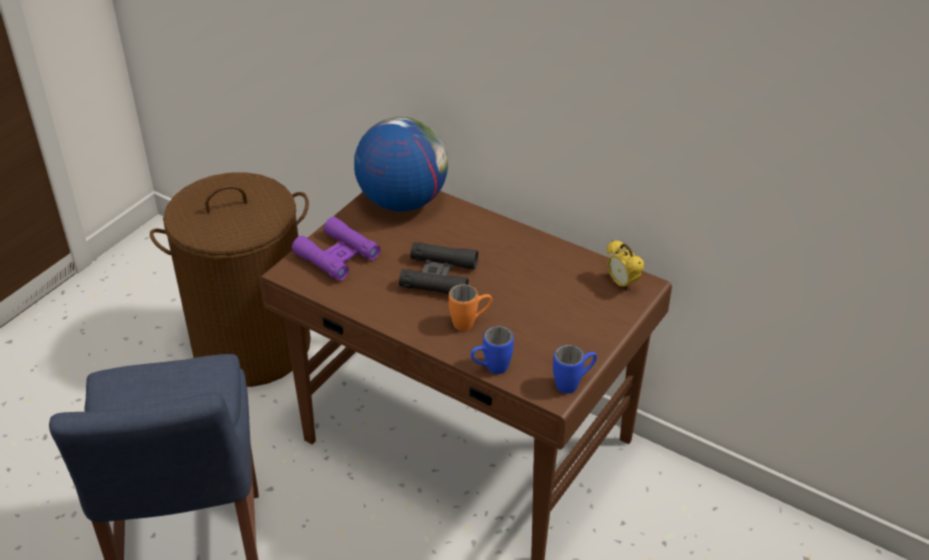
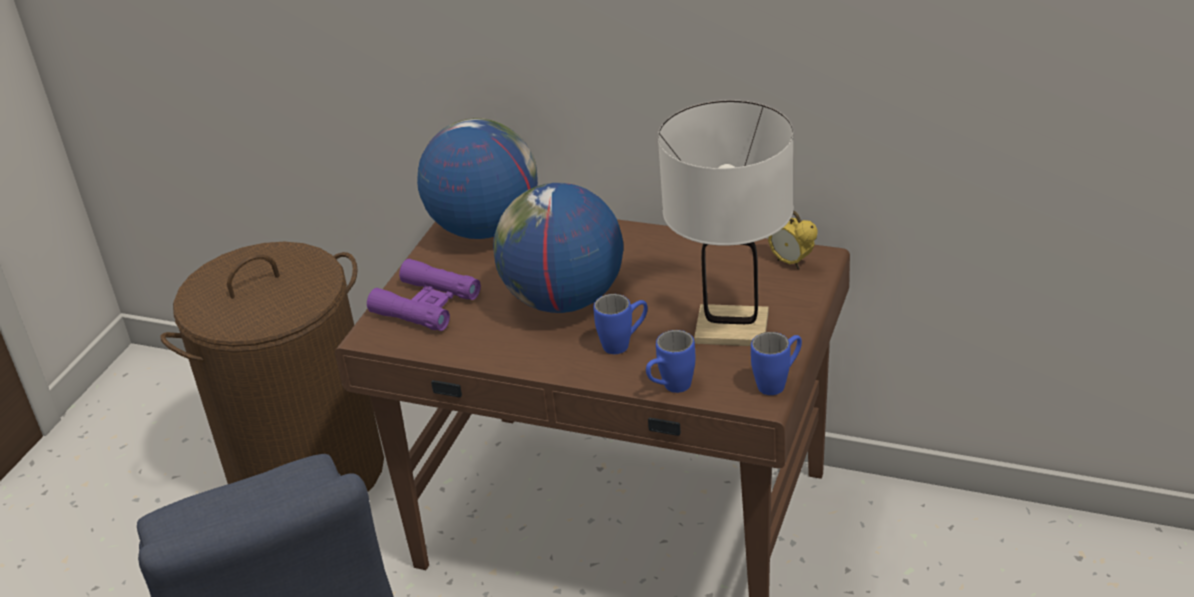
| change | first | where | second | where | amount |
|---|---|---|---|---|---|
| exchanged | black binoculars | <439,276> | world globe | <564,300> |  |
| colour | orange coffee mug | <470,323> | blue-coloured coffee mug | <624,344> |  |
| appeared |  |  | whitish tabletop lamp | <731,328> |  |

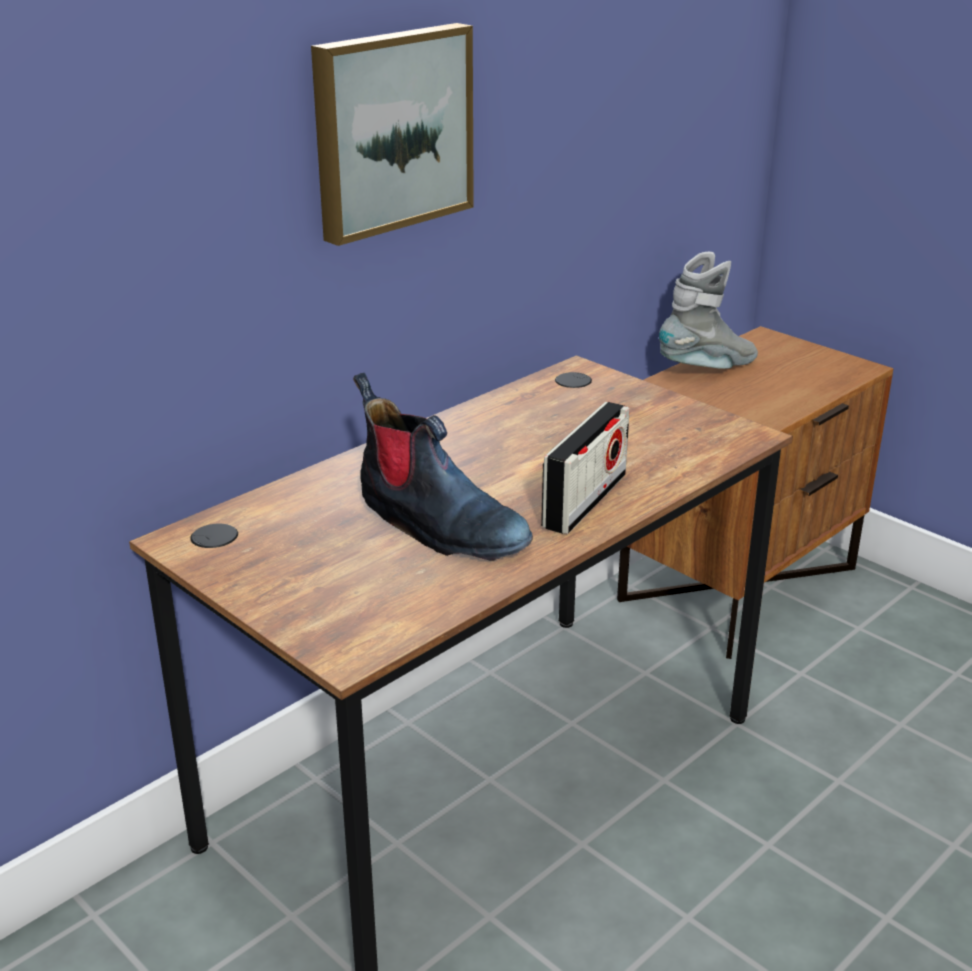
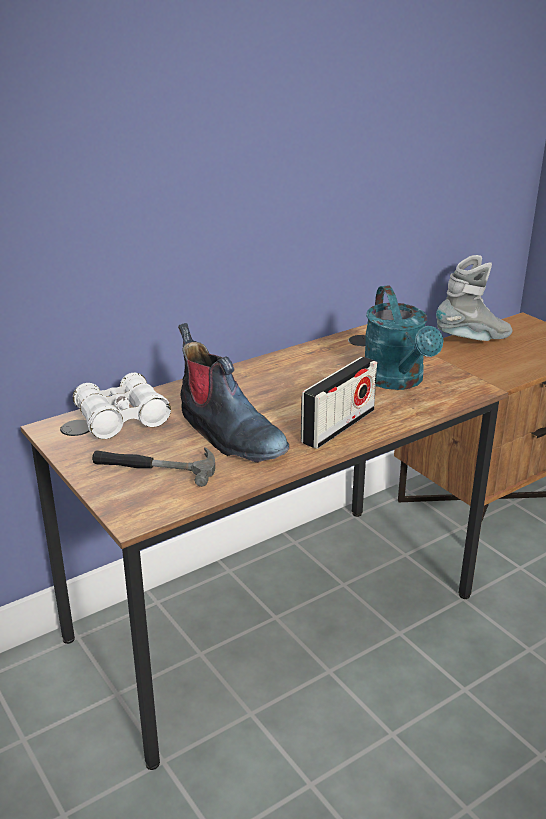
| change | first | where | second | where | amount |
|---|---|---|---|---|---|
| missing | wall art | <390,130> |  |  |  |
| appeared |  |  | turquoise watering can | <397,381> |  |
| appeared |  |  | whitish binoculars | <122,419> |  |
| appeared |  |  | hammer | <154,467> |  |

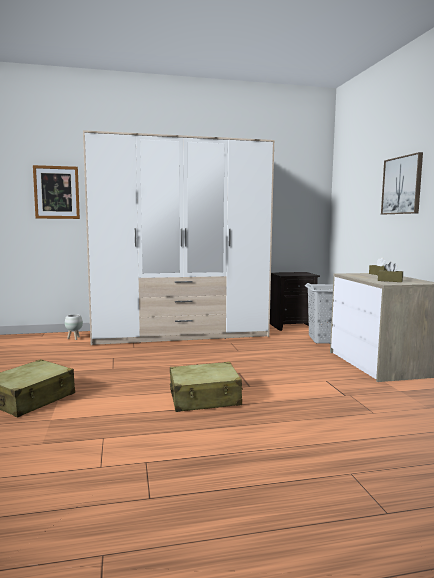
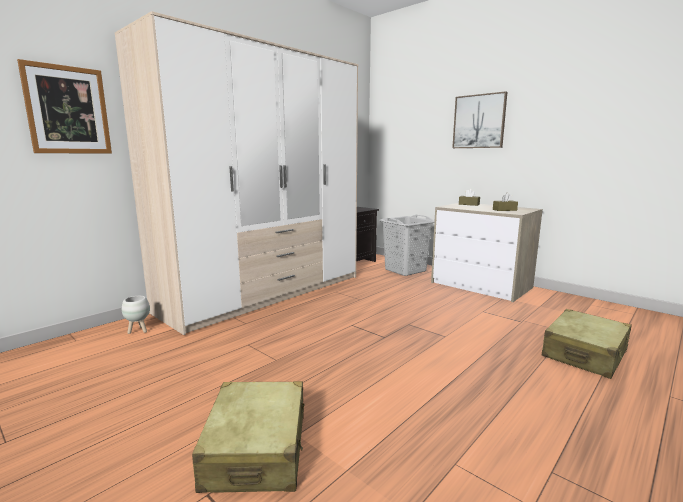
| change | first | where | second | where | amount |
|---|---|---|---|---|---|
| relocated | beige-coloured piece of luggage | <204,398> |  | <584,354> |  |

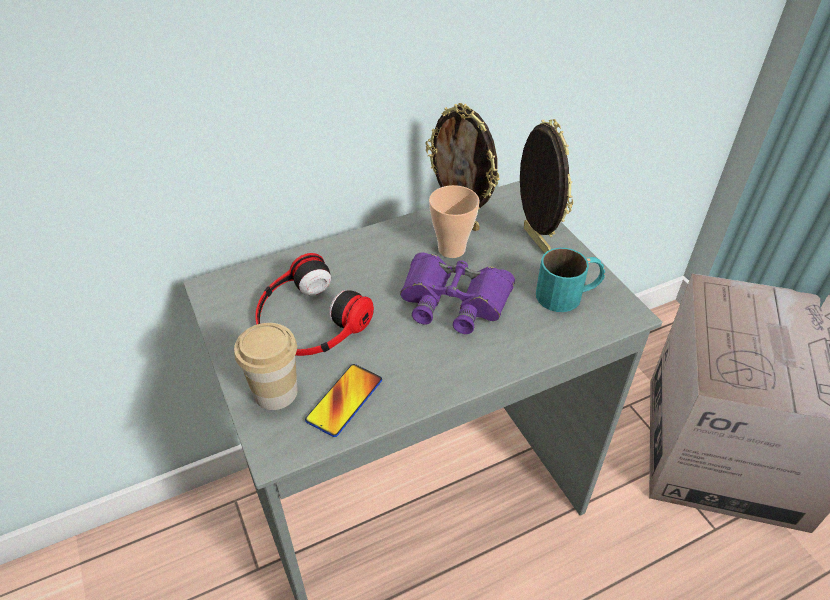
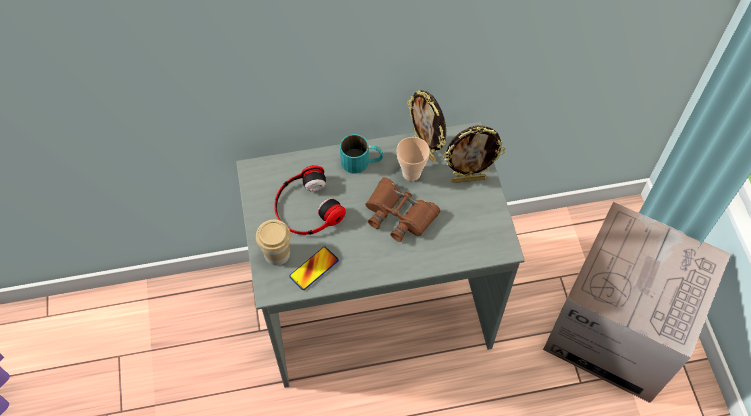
| change | first | where | second | where | amount |
|---|---|---|---|---|---|
| spun | picture frame | <534,241> |  | <468,179> | 90 degrees clockwise |
| relocated | turquoise coffee mug | <569,294> |  | <362,161> |  |
| colour | purple-coloured binoculars | <454,300> | brown binoculars | <399,214> |  |

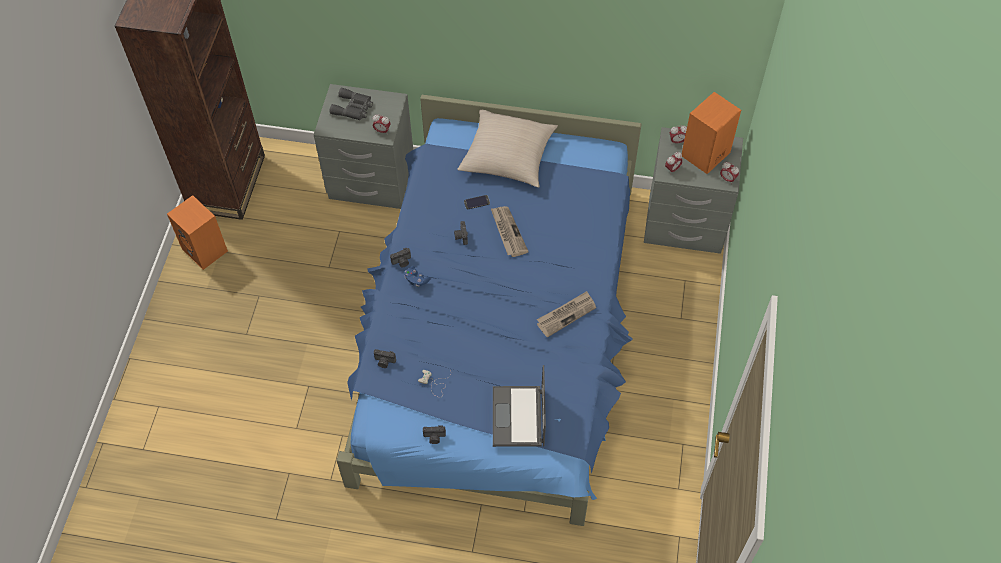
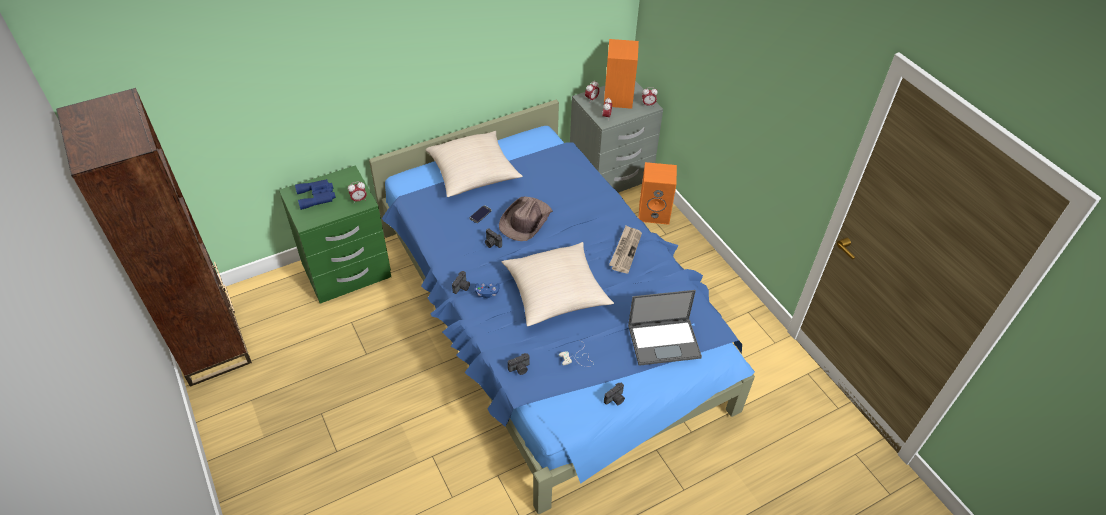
| change | first | where | second | where | amount |
|---|---|---|---|---|---|
| colour | gray night table | <371,182> | green-coloured night table | <347,271> |  |
| colour | gray binoculars | <353,108> | blue-coloured binoculars | <317,196> |  |
| relocated | orange speaker | <206,250> |  | <655,212> |  |
| exchanged | newspaper | <508,232> | brown clothing hat | <525,221> |  |
| spun | laptop | <518,417> |  | <665,341> | 60 degrees counterclockwise |
| appeared |  |  | beige-coloured throw pillow | <555,293> |  |

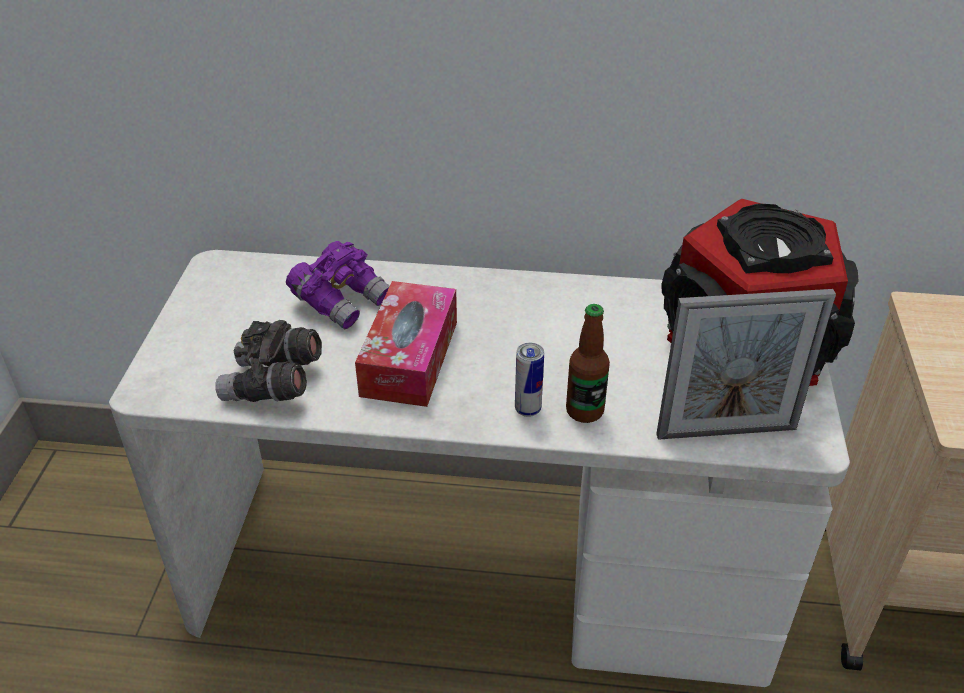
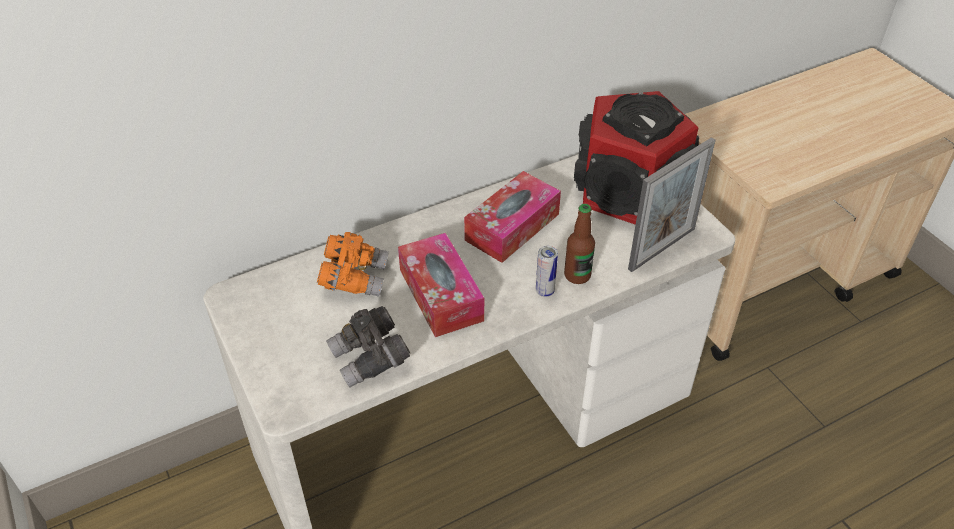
| change | first | where | second | where | amount |
|---|---|---|---|---|---|
| colour | purple-coloured binoculars | <342,301> | orange binoculars | <354,278> |  |
| appeared |  |  | tissue holder | <512,227> |  |

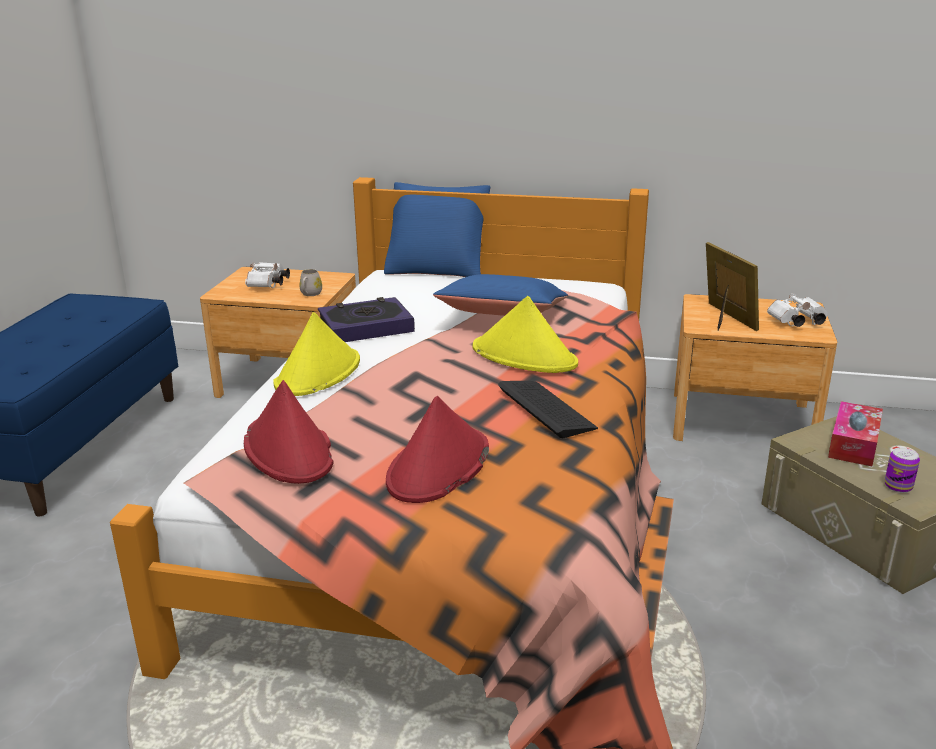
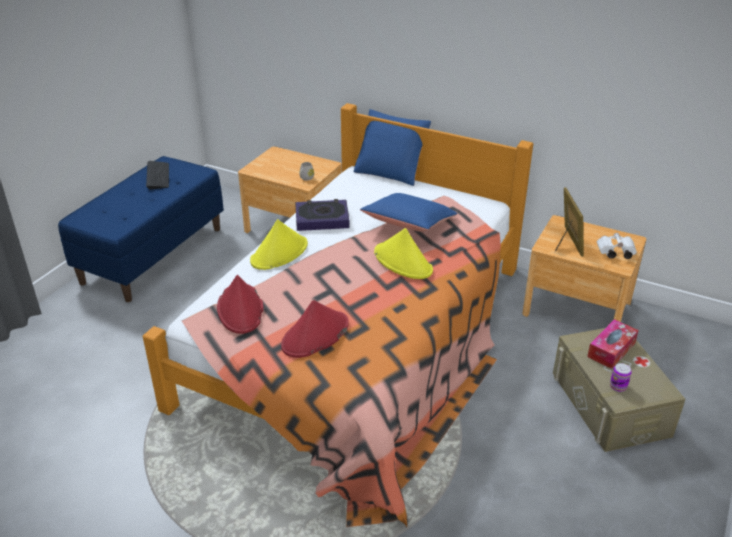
| change | first | where | second | where | amount |
|---|---|---|---|---|---|
| missing | whitish binoculars | <268,285> |  |  |  |
| relocated | keyboard | <546,409> |  | <158,176> |  |

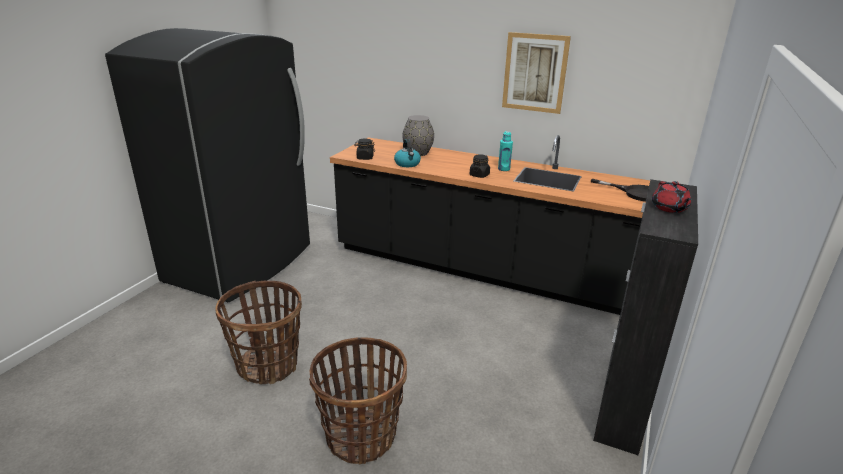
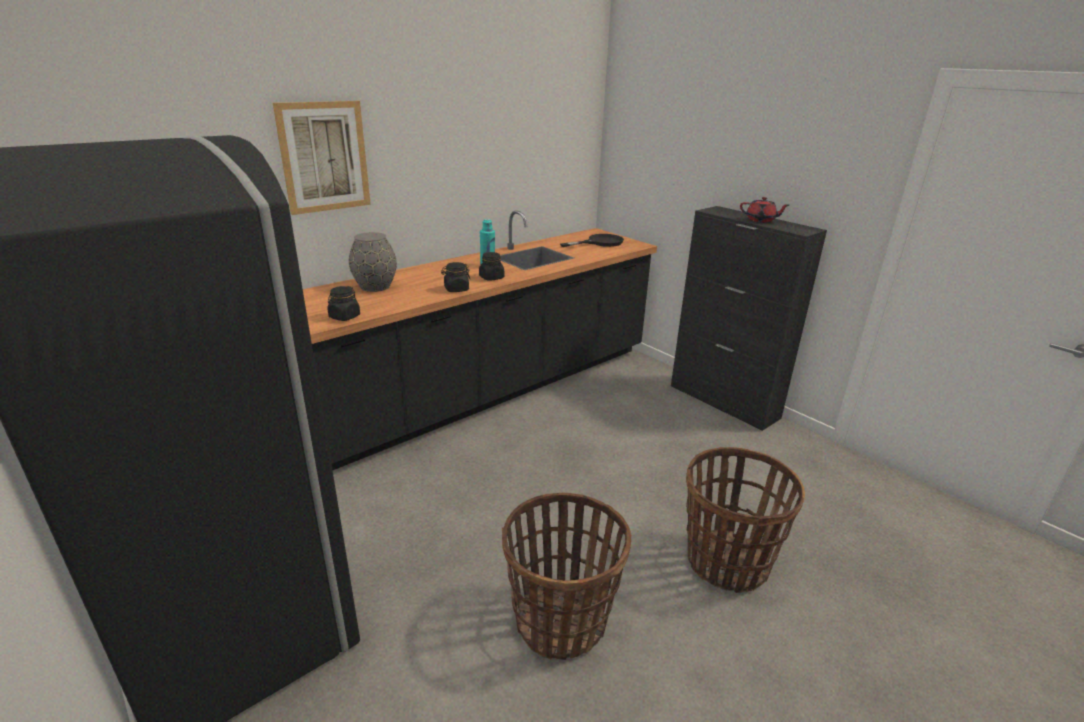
| change | first | where | second | where | amount |
|---|---|---|---|---|---|
| relocated | wall art | <535,73> |  | <324,157> |  |
| missing | kettle | <407,164> |  |  |  |
| appeared |  |  | black preserve jar | <456,289> |  |

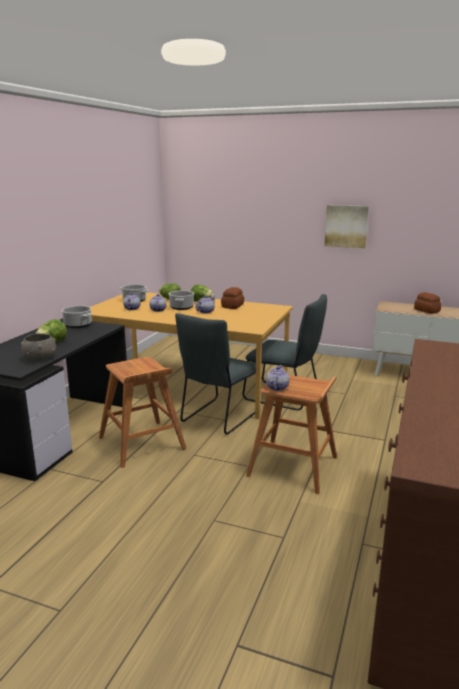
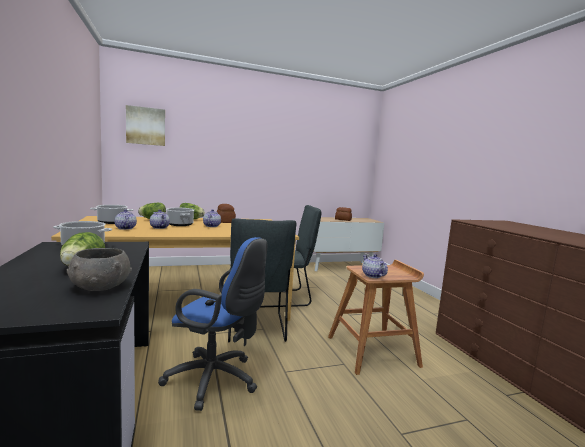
| change | first | where | second | where | amount |
|---|---|---|---|---|---|
| relocated | wall art | <346,226> |  | <146,126> |  |
| exchanged | brown stool | <142,444> | blue-coloured computer chair | <216,380> |  |

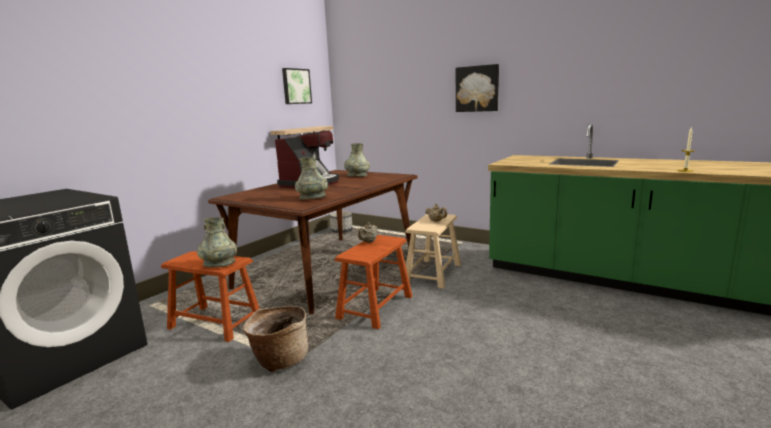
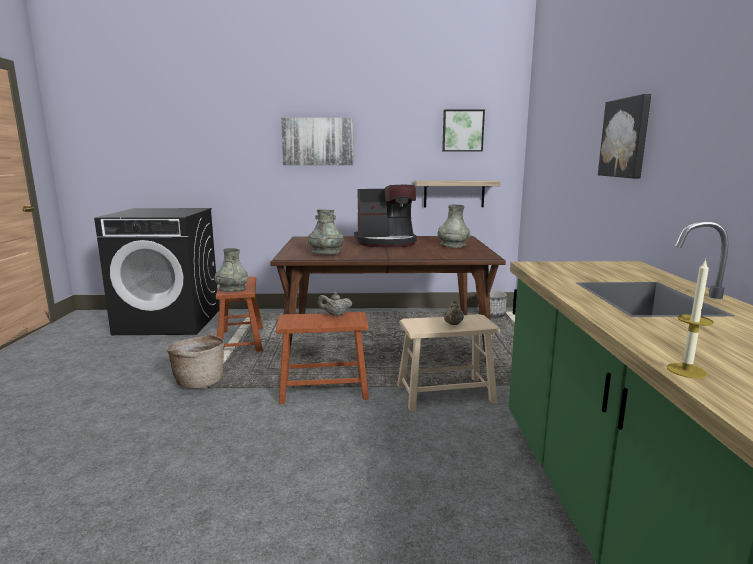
| change | first | where | second | where | amount |
|---|---|---|---|---|---|
| appeared |  |  | wall art | <317,141> |  |

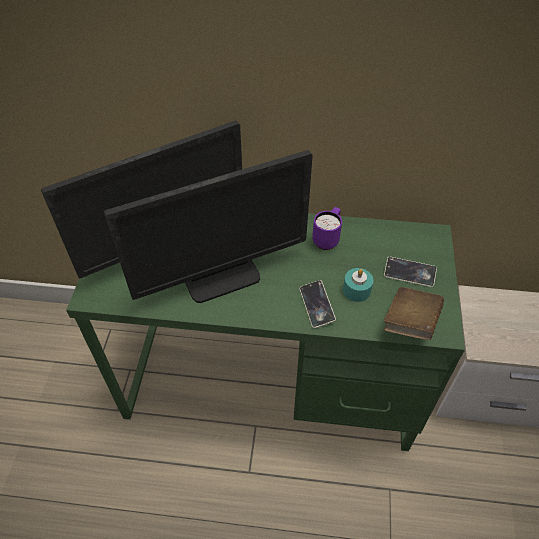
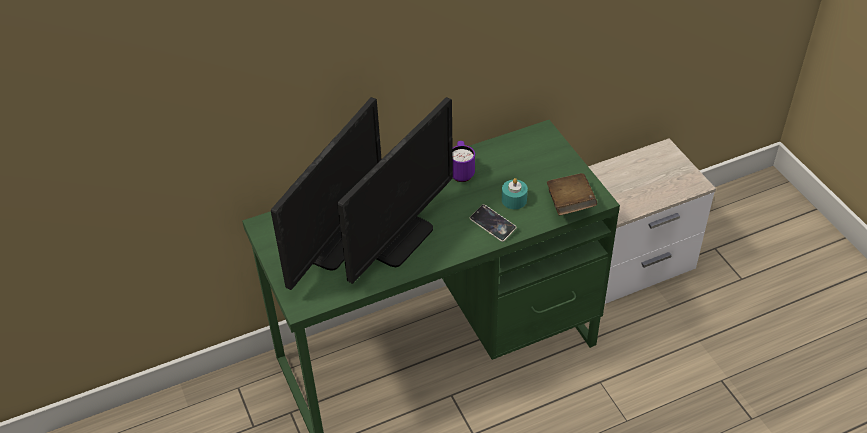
| change | first | where | second | where | amount |
|---|---|---|---|---|---|
| missing | telephone | <409,274> |  |  |  |

